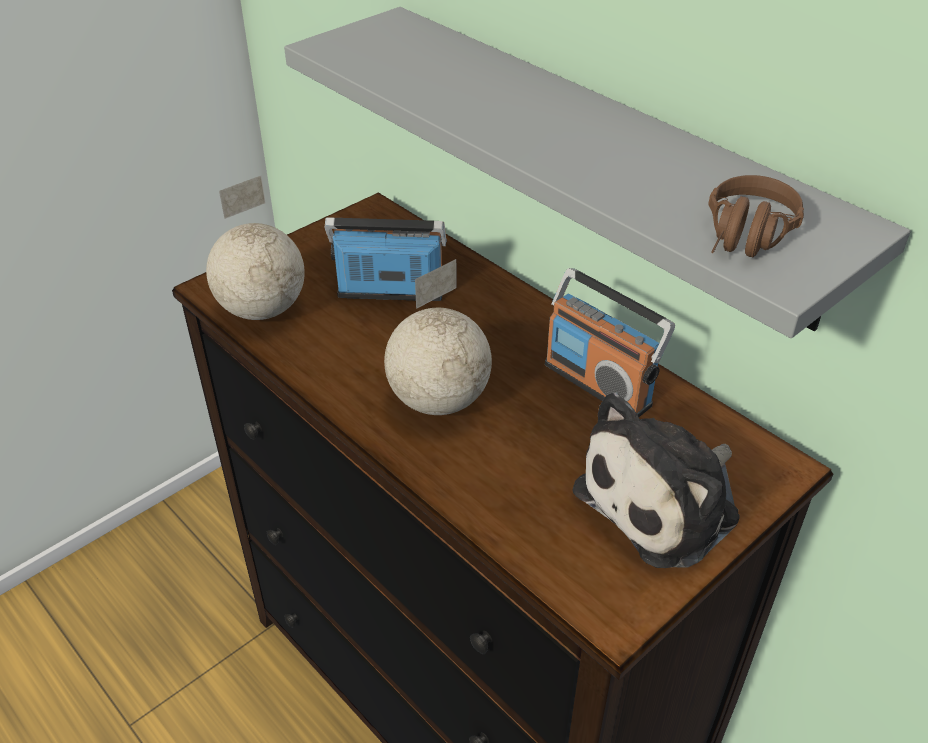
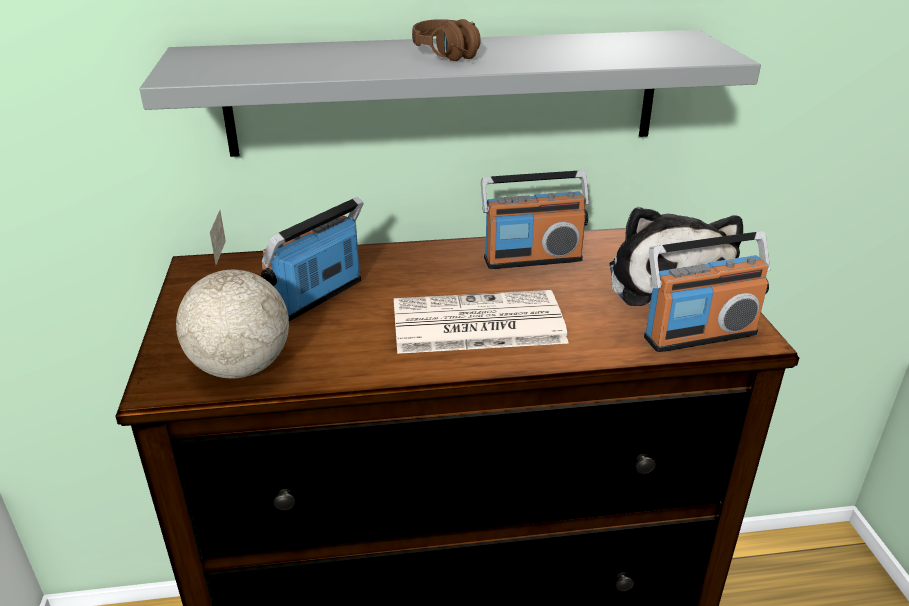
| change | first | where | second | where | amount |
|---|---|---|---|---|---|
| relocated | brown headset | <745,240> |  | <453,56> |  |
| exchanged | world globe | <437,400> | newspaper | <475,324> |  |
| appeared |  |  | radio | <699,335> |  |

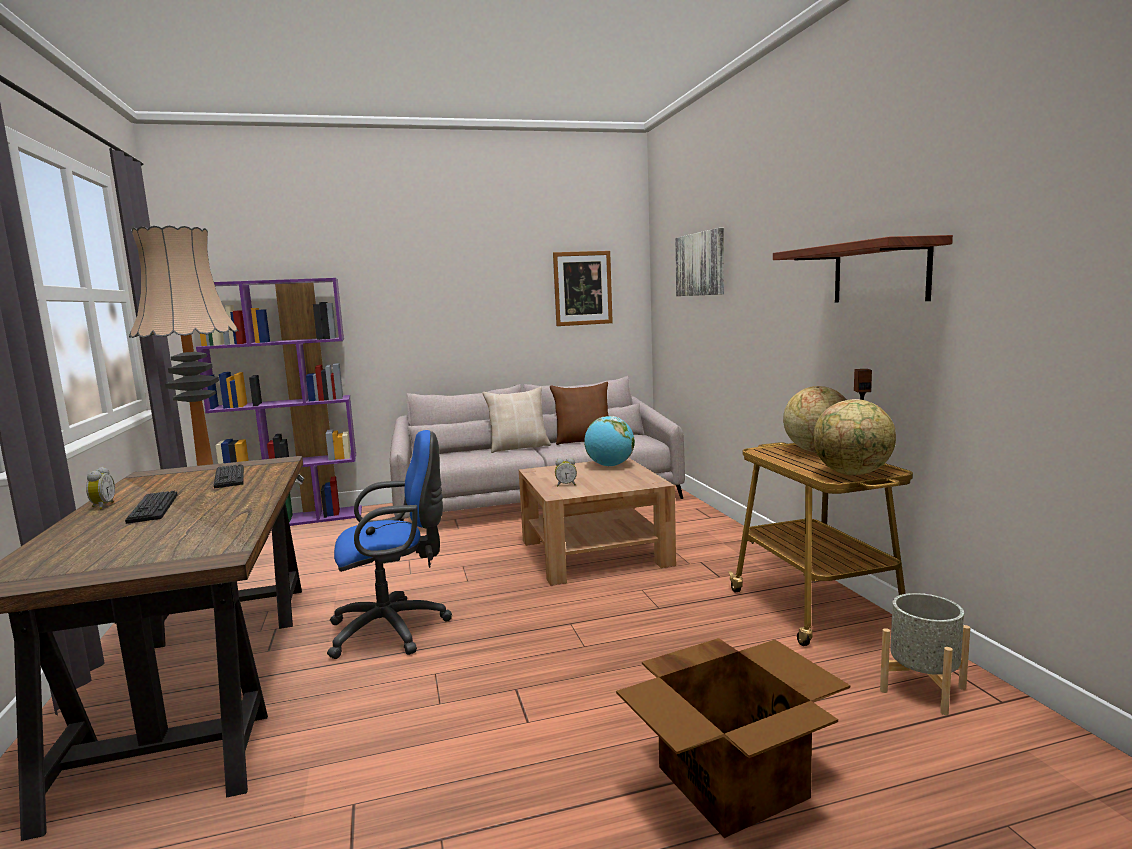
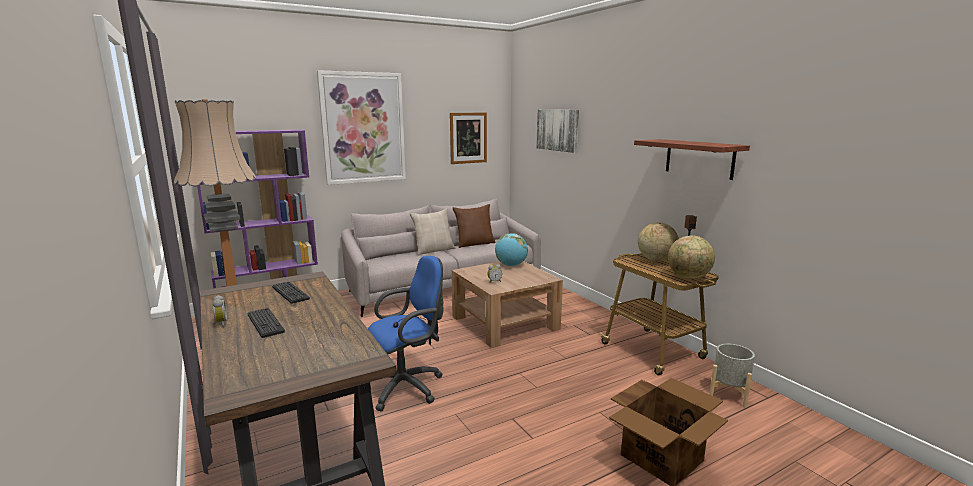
| change | first | where | second | where | amount |
|---|---|---|---|---|---|
| appeared |  |  | wall art | <363,128> |  |

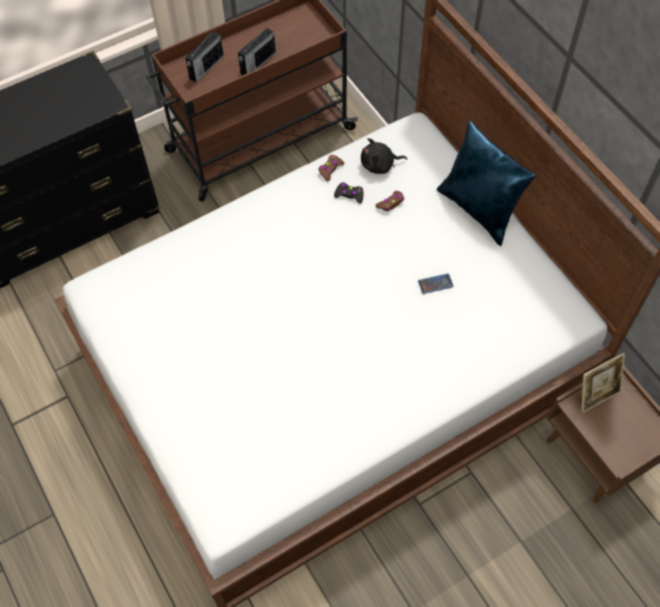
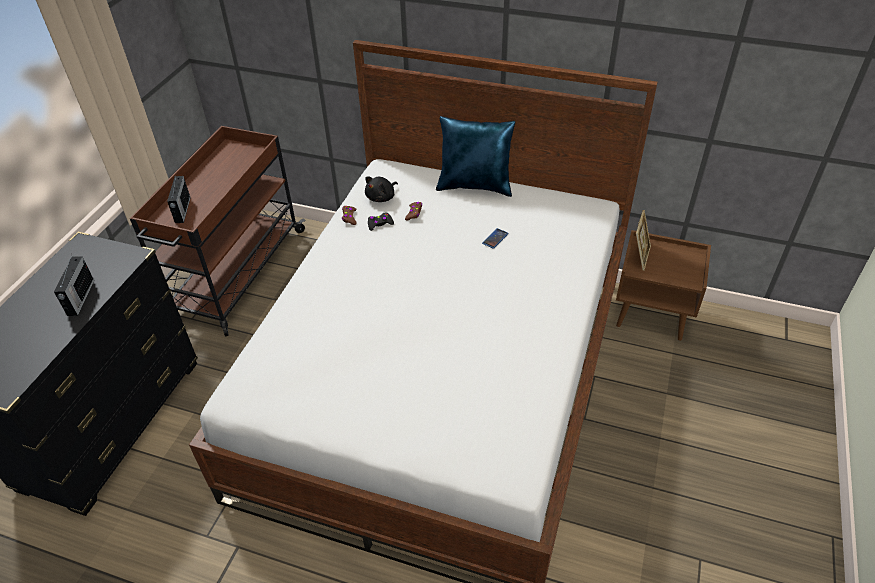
| change | first | where | second | where | amount |
|---|---|---|---|---|---|
| relocated | radio | <257,64> |  | <80,298> |  |

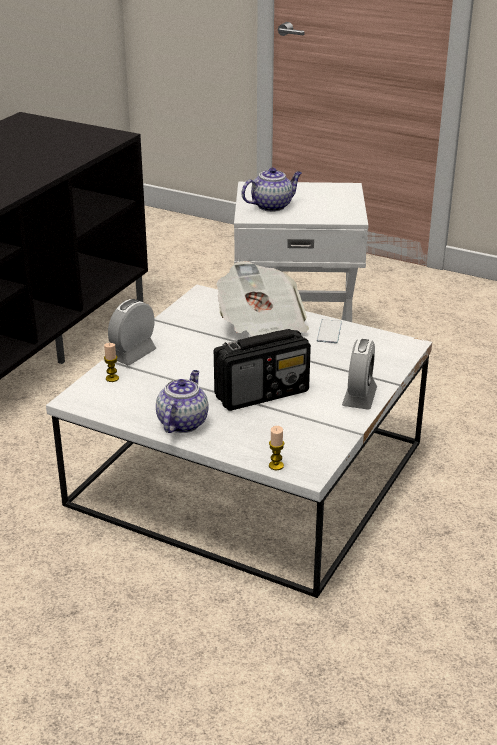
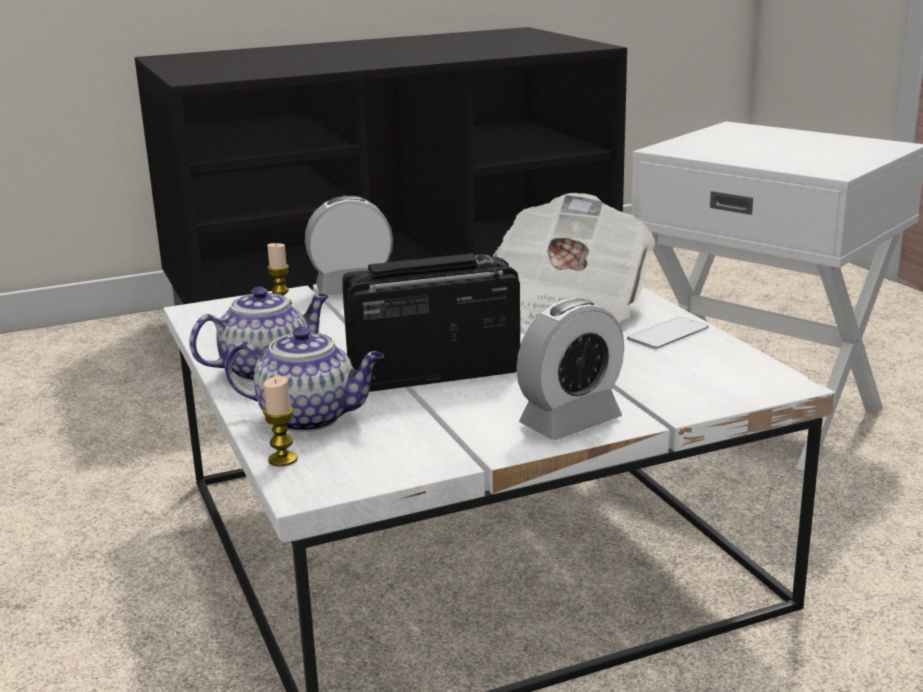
| change | first | where | second | where | amount |
|---|---|---|---|---|---|
| relocated | pot for tea | <272,206> |  | <310,417> |  |
| spun | radio | <262,393> |  | <432,373> | 150 degrees clockwise |

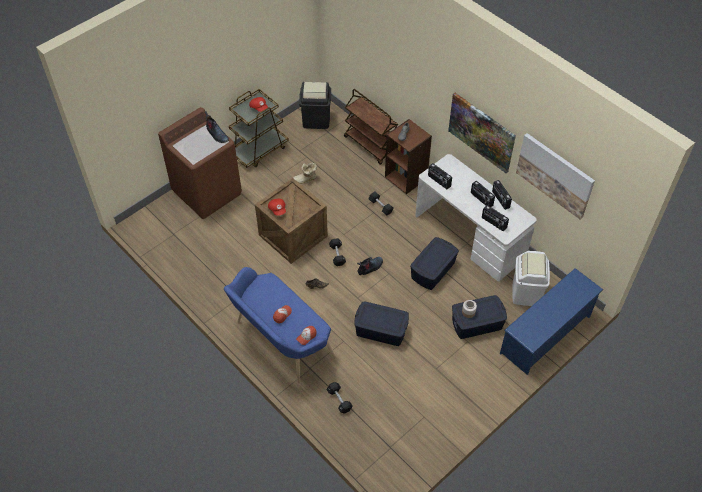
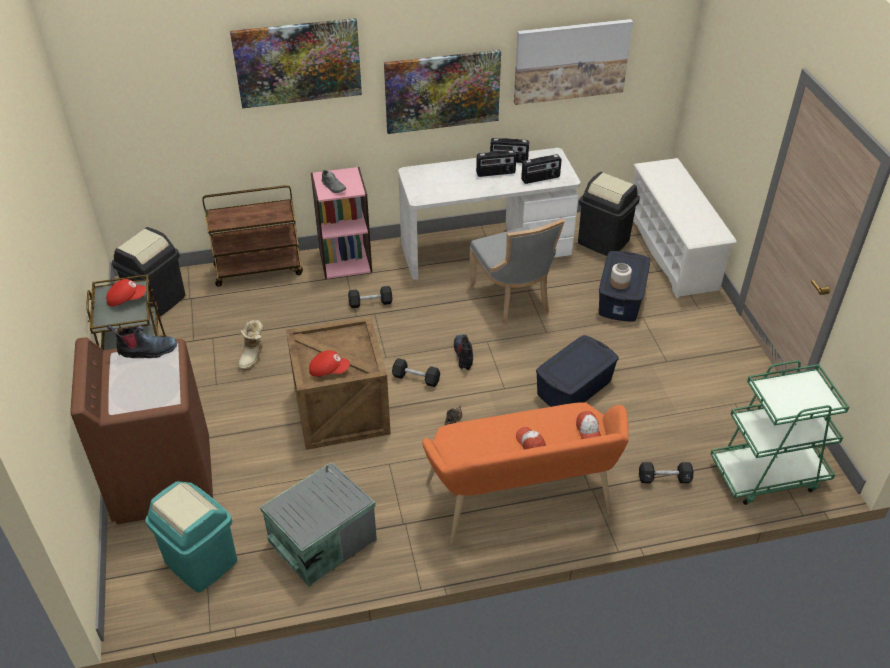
| change | first | where | second | where | amount |
|---|---|---|---|---|---|
| colour | brown bookcase | <406,177> | pink-coloured bookcase | <345,260> |  |
| missing | radio | <439,181> |  |  |  |
| exchanged | blue-coloured storage bin | <432,270> | gray plain chair | <512,300> |  |
| colour | whitish waste bin | <526,293> | black waste bin | <603,241> |  |
| colour | blue-coloured indoor bench | <280,341> | orange indoor bench | <522,504> |  |
| colour | blue-coloured shoe rack | <546,334> | whitish shoe rack | <672,252> |  |
| appeared |  |  | wall art | <298,62> |  |
| appeared |  |  | green-coloured trolley | <767,474> |  |
| appeared |  |  | gray storage bin | <321,540> |  |
| appeared |  |  | turquoise waste bin | <200,562> |  |

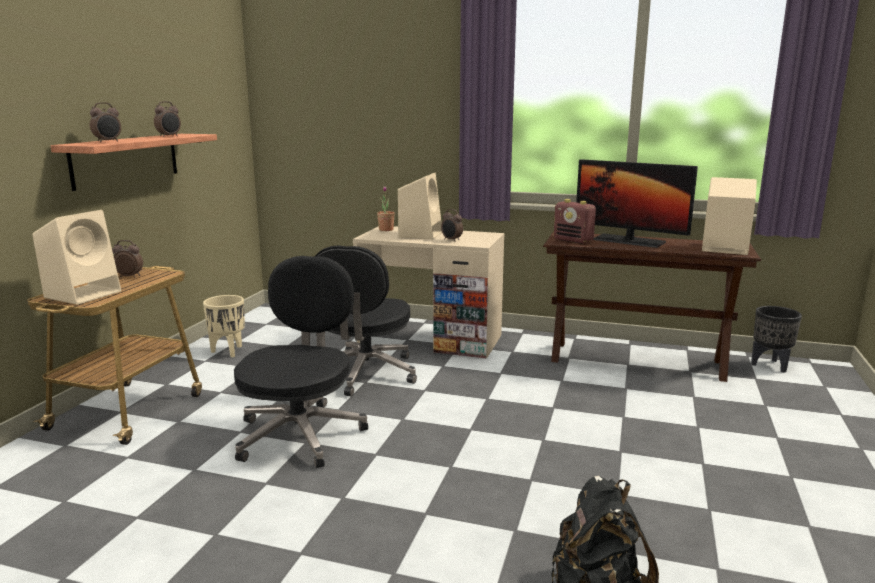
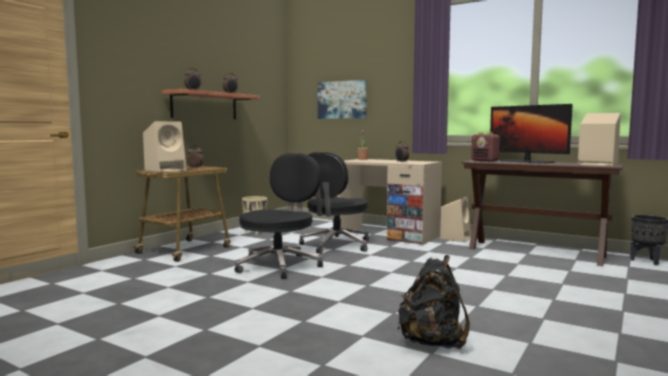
| change | first | where | second | where | amount |
|---|---|---|---|---|---|
| relocated | beige-coloured speaker | <420,234> |  | <456,238> |  |
| appeared |  |  | wall art | <342,100> |  |

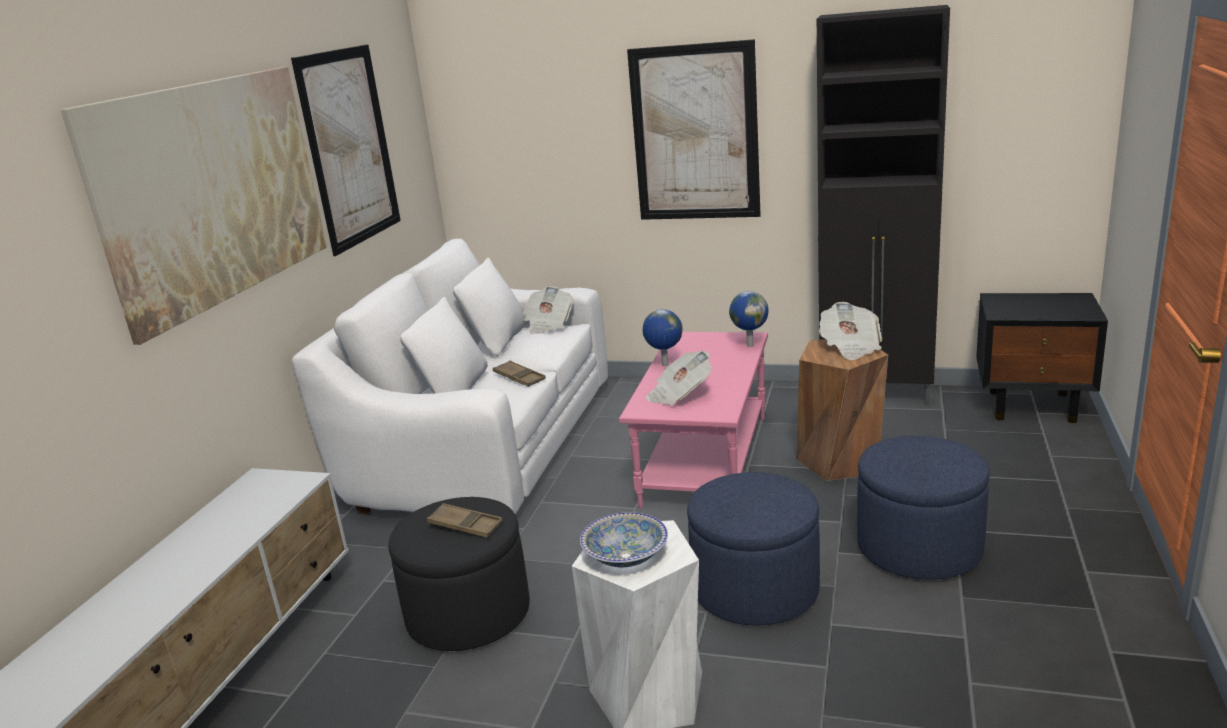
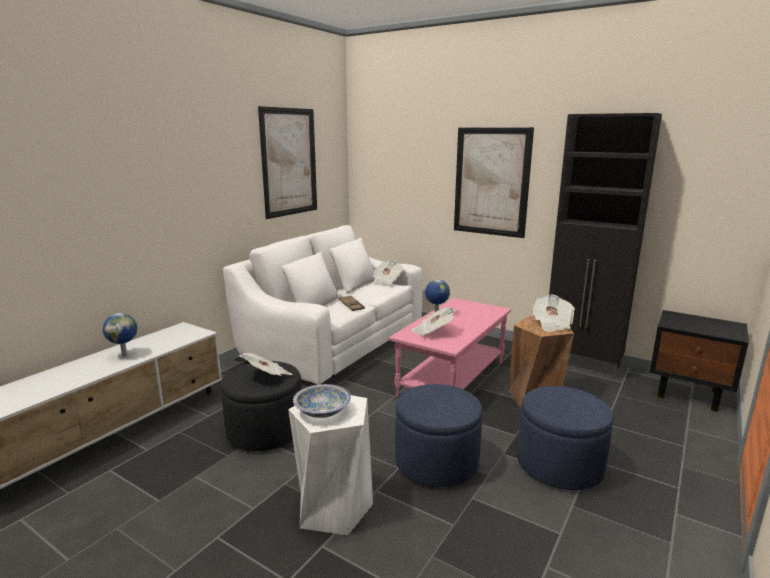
| change | first | where | second | where | amount |
|---|---|---|---|---|---|
| missing | wall art | <215,191> |  |  |  |
| relocated | world globe | <749,345> |  | <125,355> |  |
| exchanged | brown tray | <465,525> | newspaper | <267,376> |  |

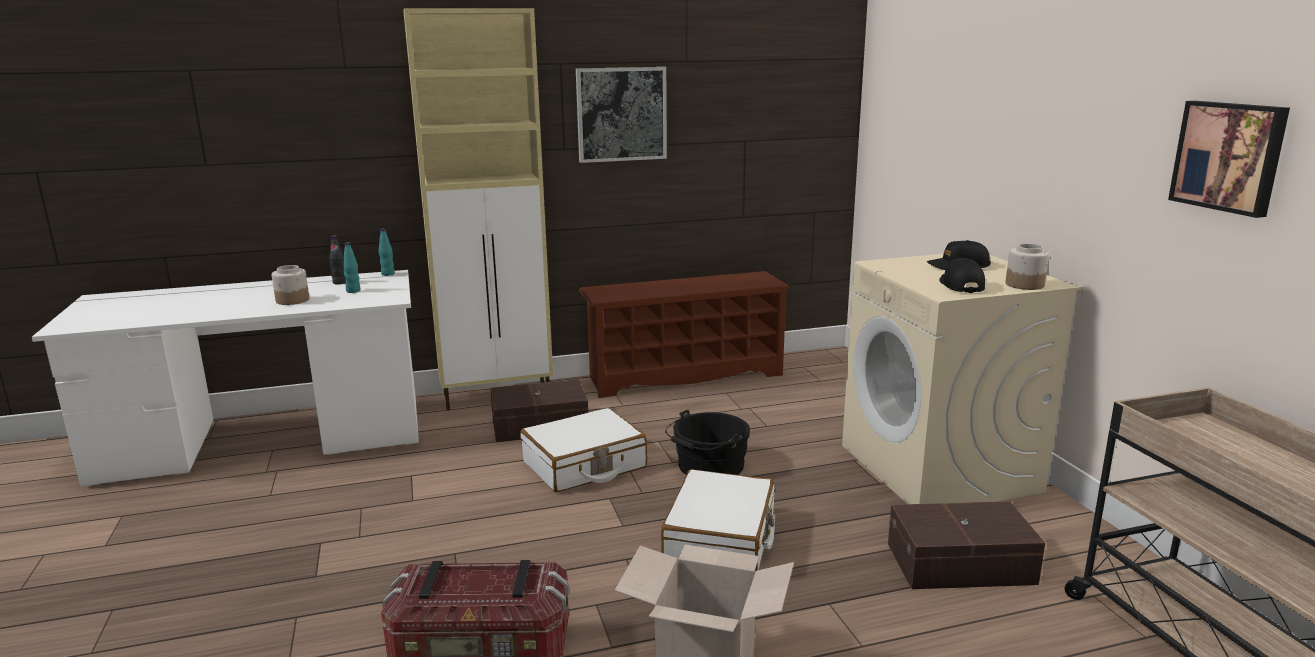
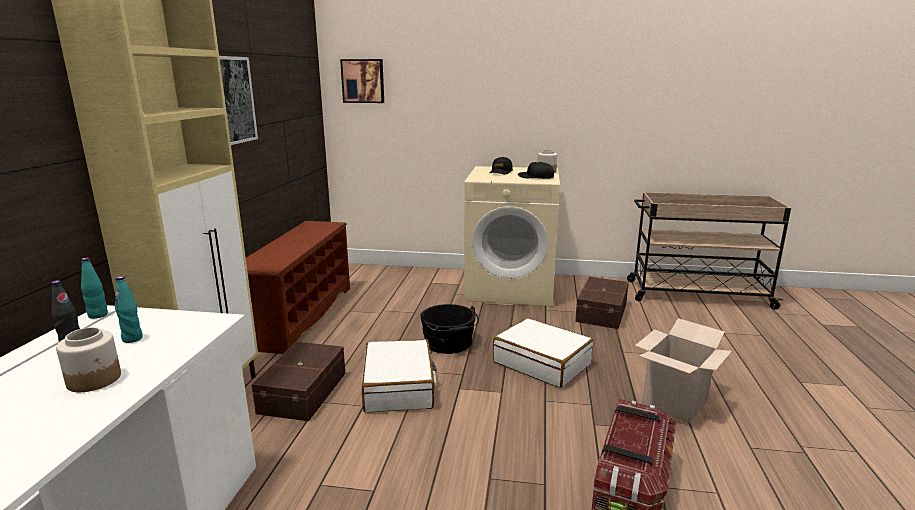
| change | first | where | second | where | amount |
|---|---|---|---|---|---|
| relocated | wall art | <1229,156> |  | <363,81> |  |

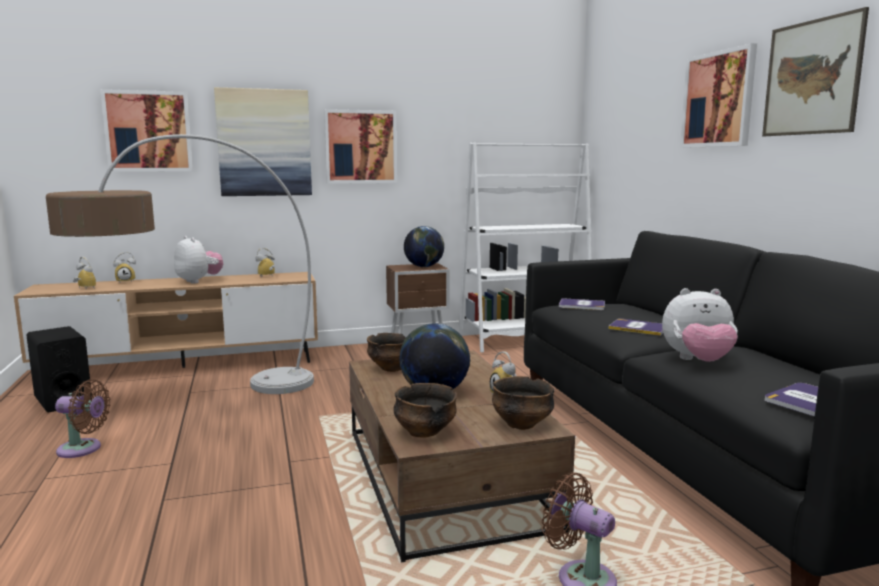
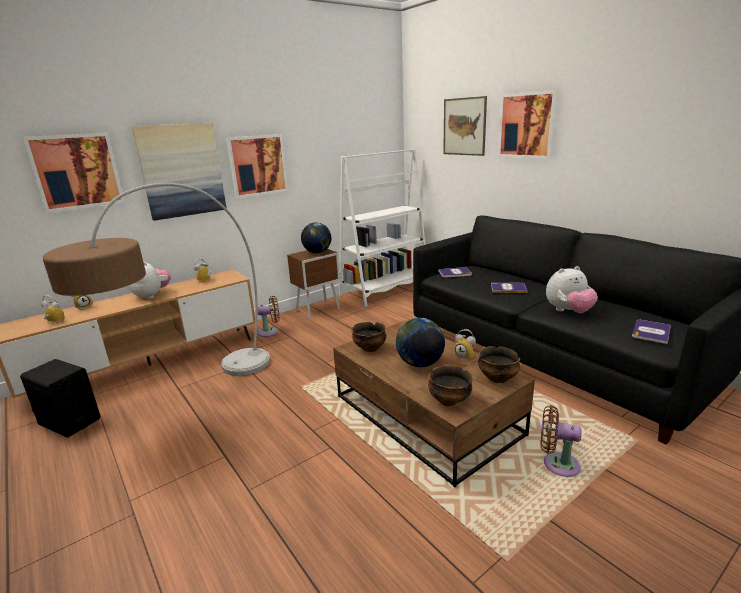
| change | first | where | second | where | amount |
|---|---|---|---|---|---|
| relocated | wall art | <812,77> |  | <464,126> |  |
| relocated | brown fan | <83,449> |  | <270,332> |  |

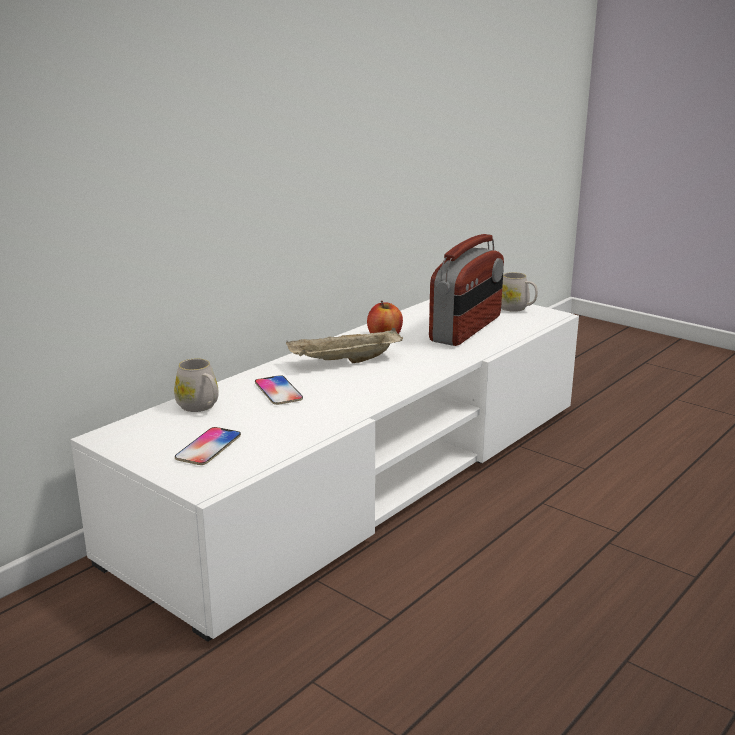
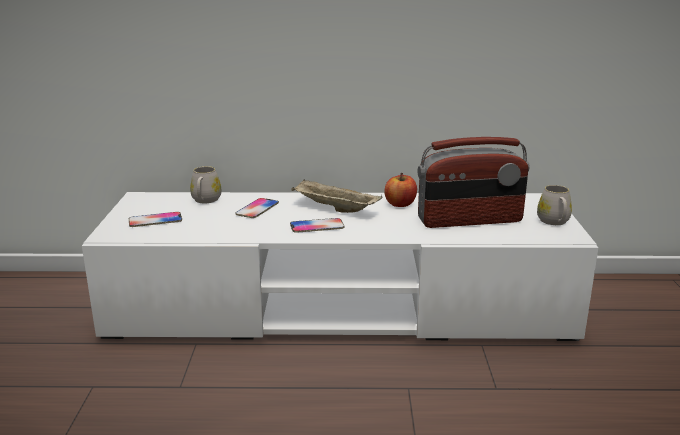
| change | first | where | second | where | amount |
|---|---|---|---|---|---|
| appeared |  |  | telephone | <317,226> |  |

